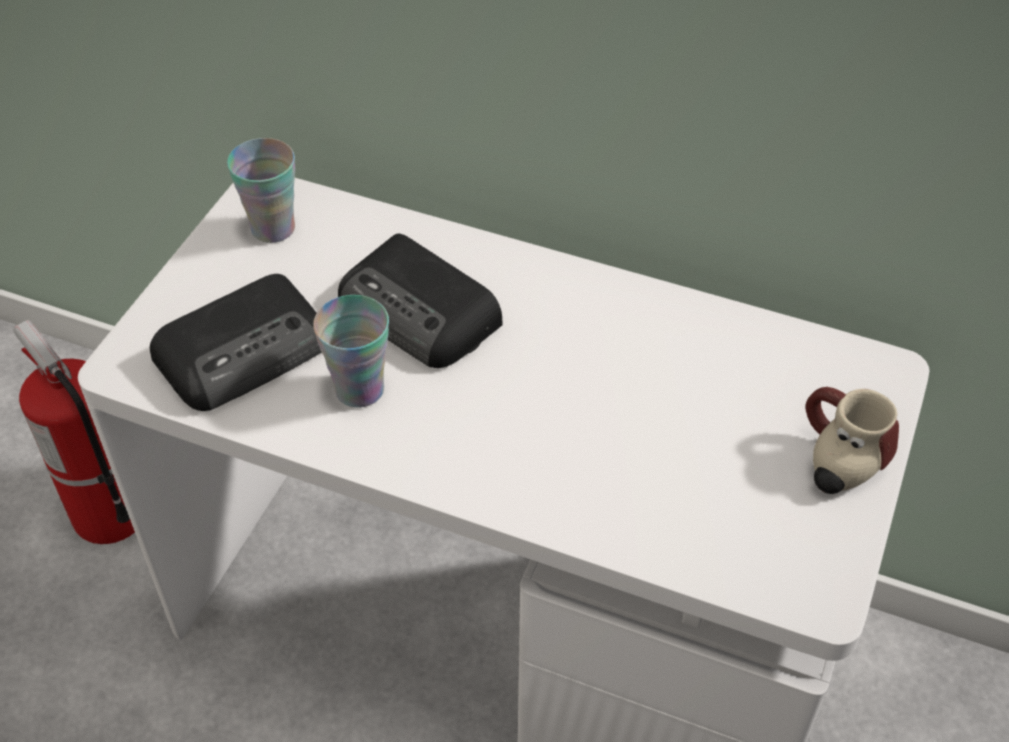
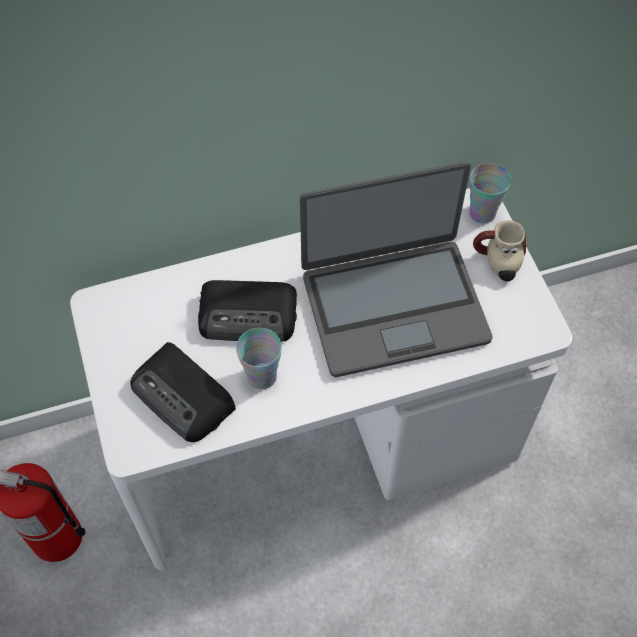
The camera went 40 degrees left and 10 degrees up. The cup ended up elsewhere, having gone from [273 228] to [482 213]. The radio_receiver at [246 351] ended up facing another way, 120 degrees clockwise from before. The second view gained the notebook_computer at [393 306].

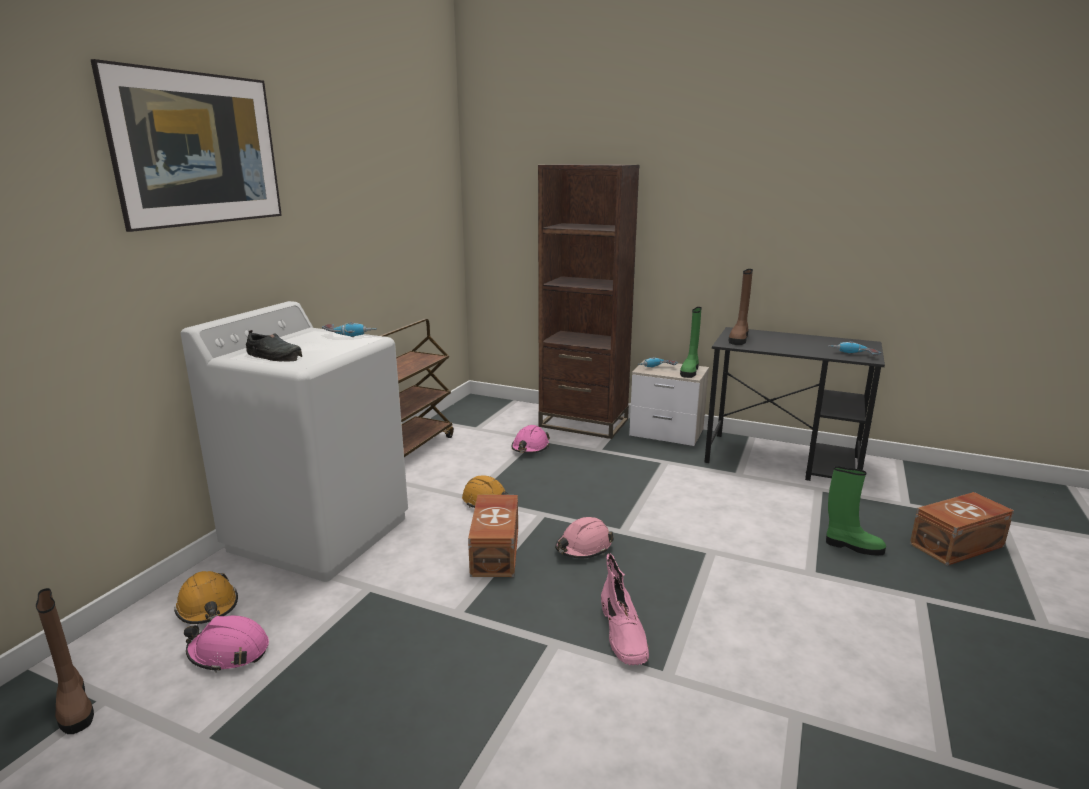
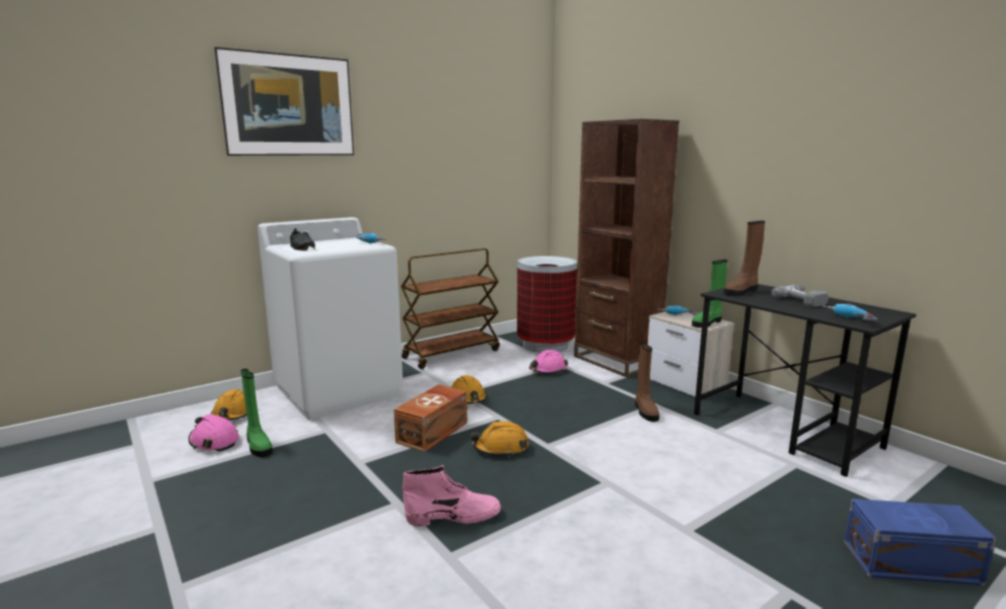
The camera went 30 degrees right and 5 degrees down. The green_boot ended up elsewhere, having gone from [852 546] to [258 446]. What was the brownish_storage_container at [958 545] turned into the blue_storage_container at [913 563]. What was the pink-coloured_work_helmet at [583 547] turned into the orange_work_helmet at [500 448]. The pink-coloured_boot at [623 634] ended up facing another way, 120 degrees counterclockwise from before. The brownish_boot ended up elsewhere, having gone from [74 706] to [645 411]. The second view gained the trash_can at [545 345]. The second view gained the power_drill at [804 300].

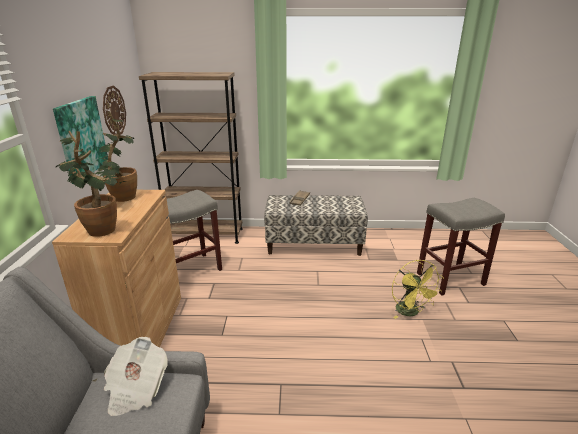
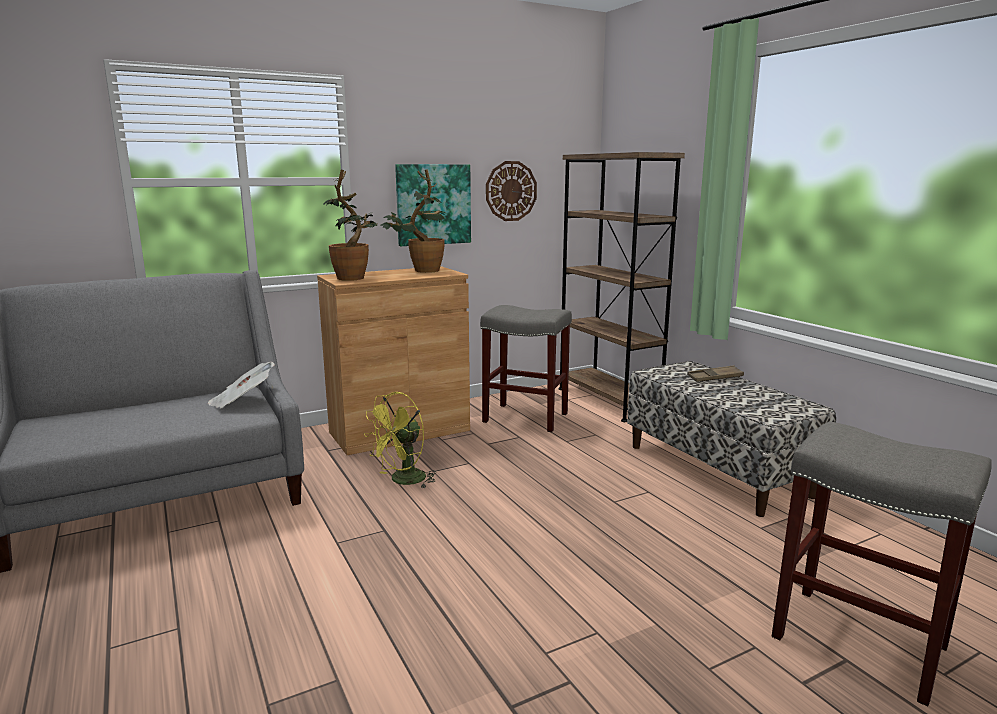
The camera went 60 degrees right and 10 degrees down. The yellow-coloured_cooling_fan ended up elsewhere, having gone from [411 312] to [403 481].

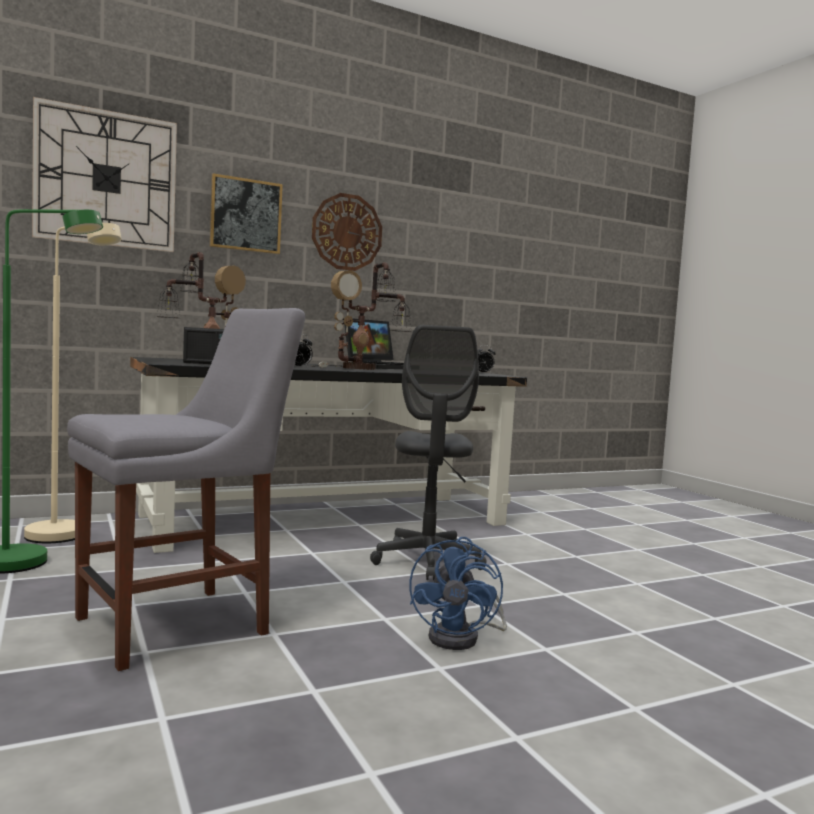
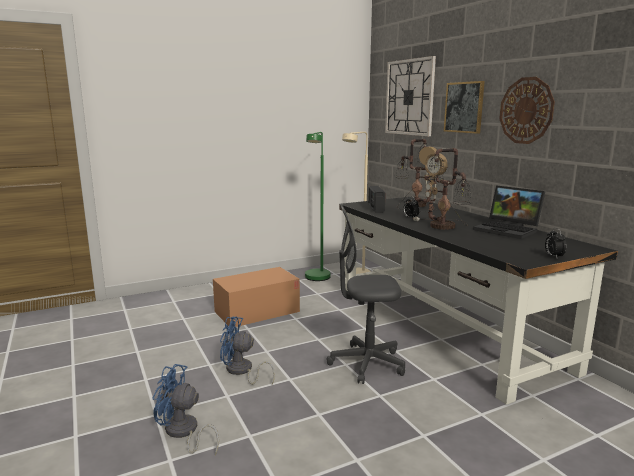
The camera went 90 degrees right and 10 degrees up. Where the grey_plain_chair stood at [182 624], the carton came to stand at [257 311]. The second view gained the blue_cooling_fan at [183 433].

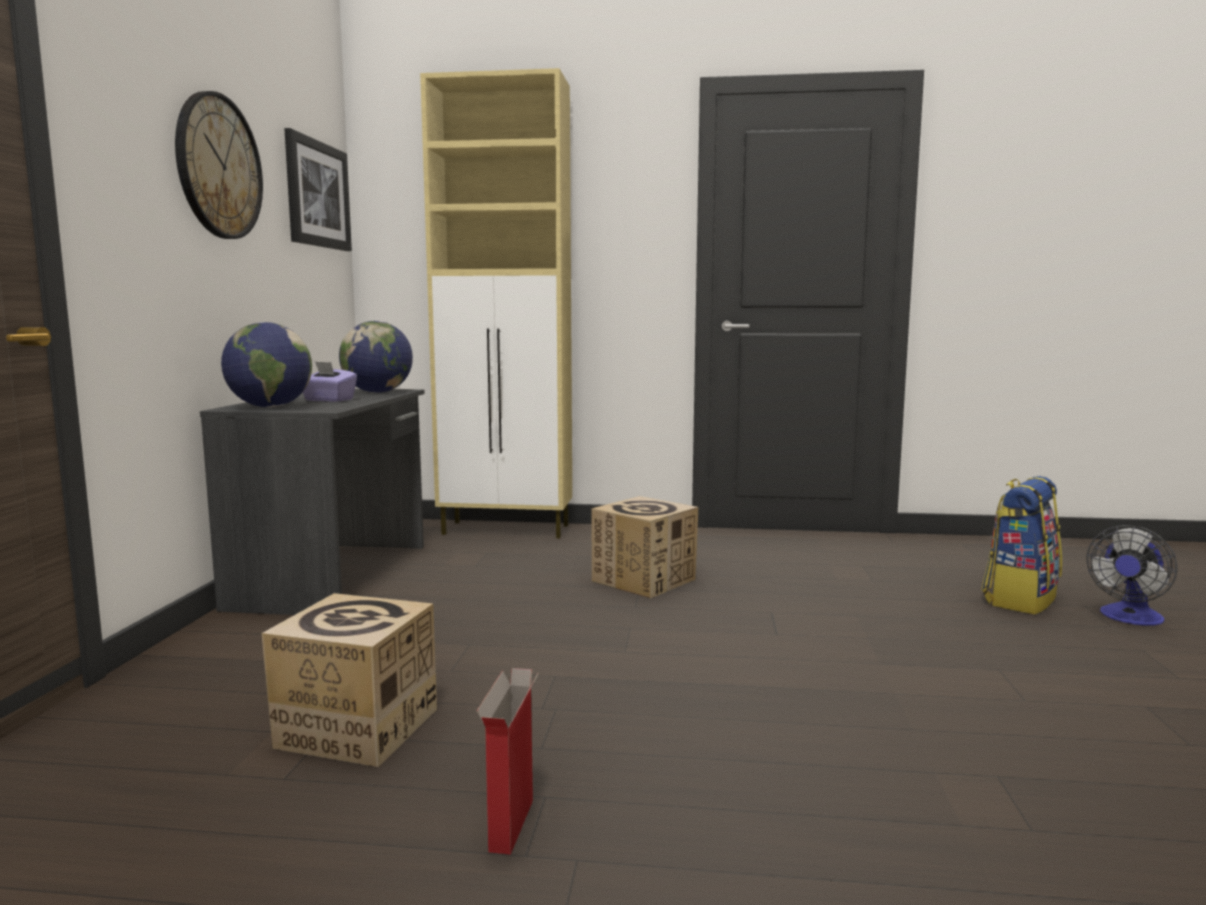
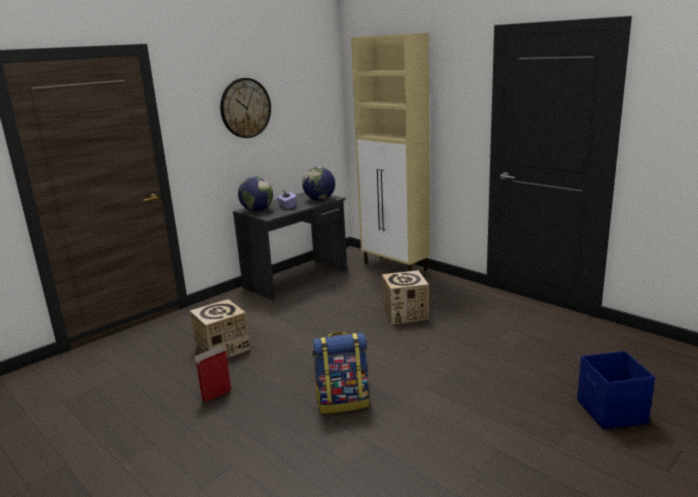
The camera went 40 degrees right and 10 degrees up. The second view lost the wall_picture at [317 194]. The rucksack ended up elsewhere, having gone from [1019 599] to [343 402]. Where the cooling_fan stood at [1129 618], the blue_storage_container came to stand at [611 412].

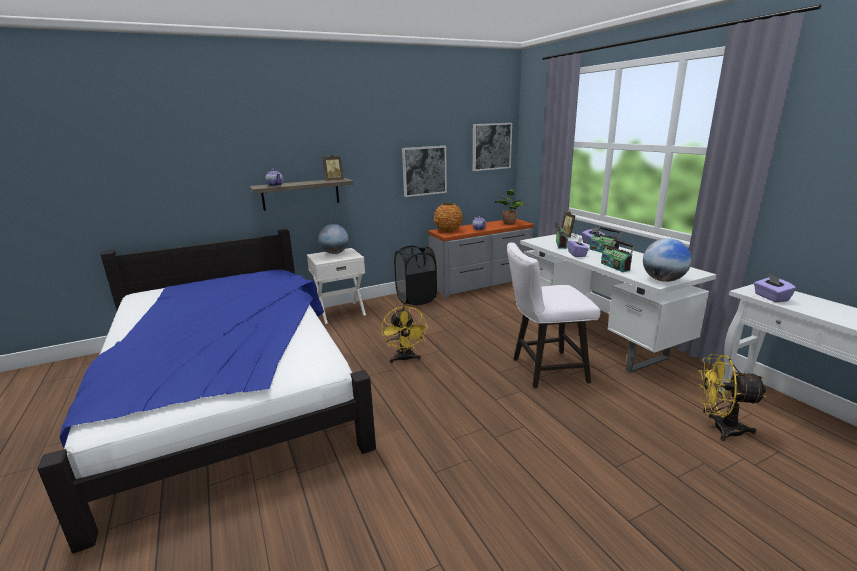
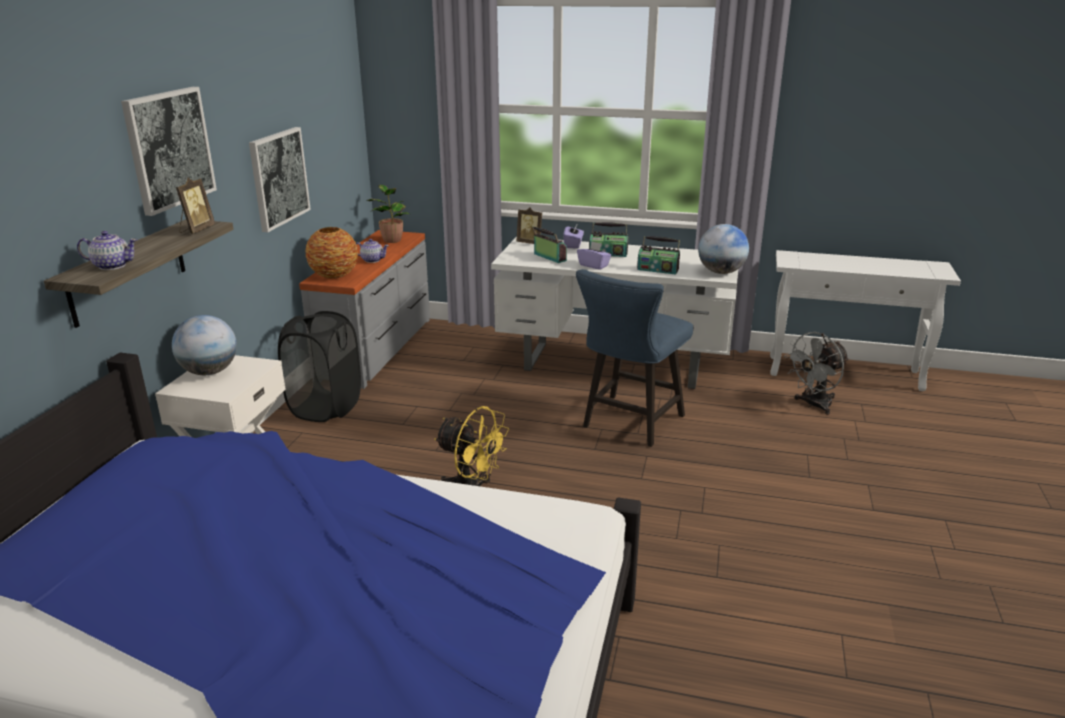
The camera went 50 degrees left and 5 degrees up. The wall_picture ended up elsewhere, having gone from [491 146] to [169 149]. What was the white-coloured_plain_chair at [544 370] turned into the blue_plain_chair at [629 424]. The second view lost the purple_box_of_tissues at [771 297]. What was the yellow-coloured_cooling_fan at [720 428] turned into the grey_cooling_fan at [813 405].

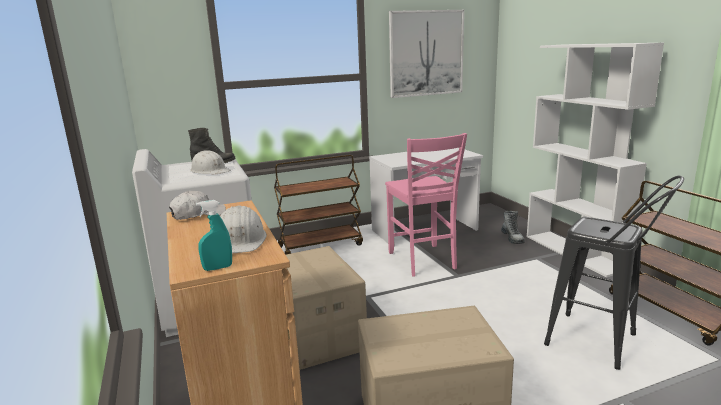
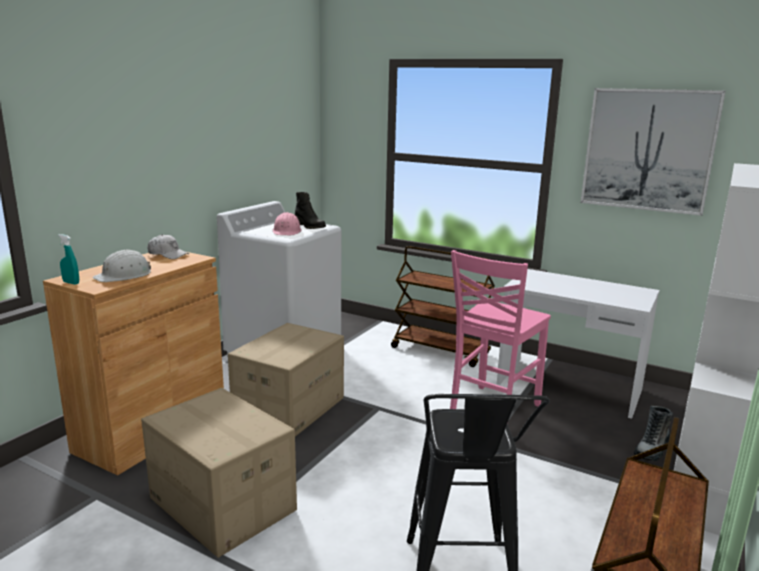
The camera went 50 degrees right and 0 degrees up. What was the white-coloured_work_helmet at [210 171] turned into the pink-coloured_work_helmet at [287 231].

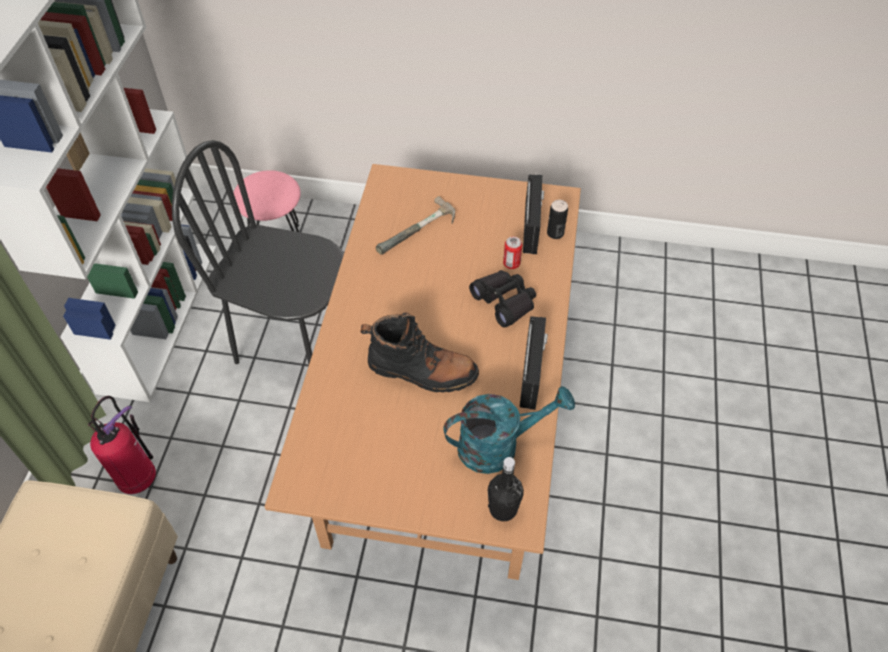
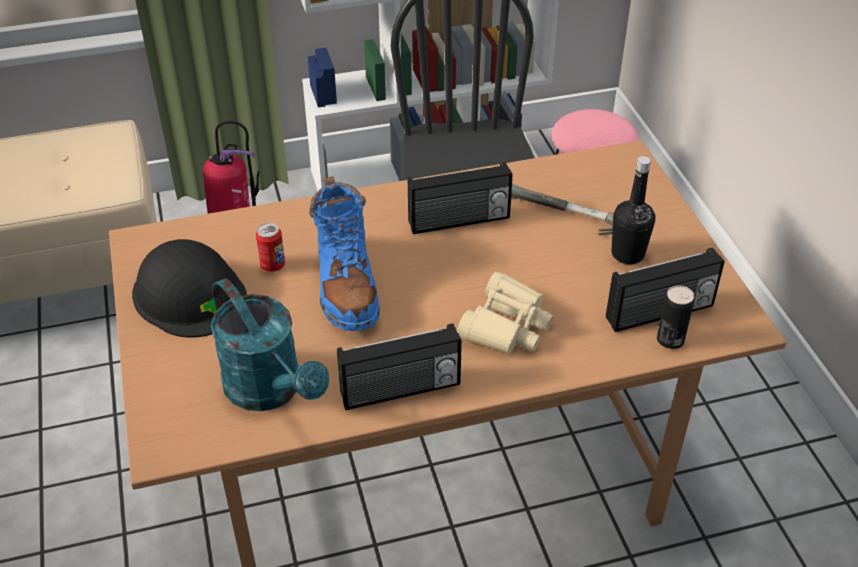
The camera went 65 degrees right and 10 degrees down. The metal_can ended up elsewhere, having gone from [511 264] to [272 265]. What was the black_field_glasses at [505 301] turned into the beige_field_glasses at [506 326]. What was the black_boot at [422 371] turned into the blue_boot at [346 286]. The black_drink_bottle ended up elsewhere, having gone from [503 508] to [627 254]. The second view gained the radio_receiver at [459 221]. The second view gained the black_work_helmet at [189 294].

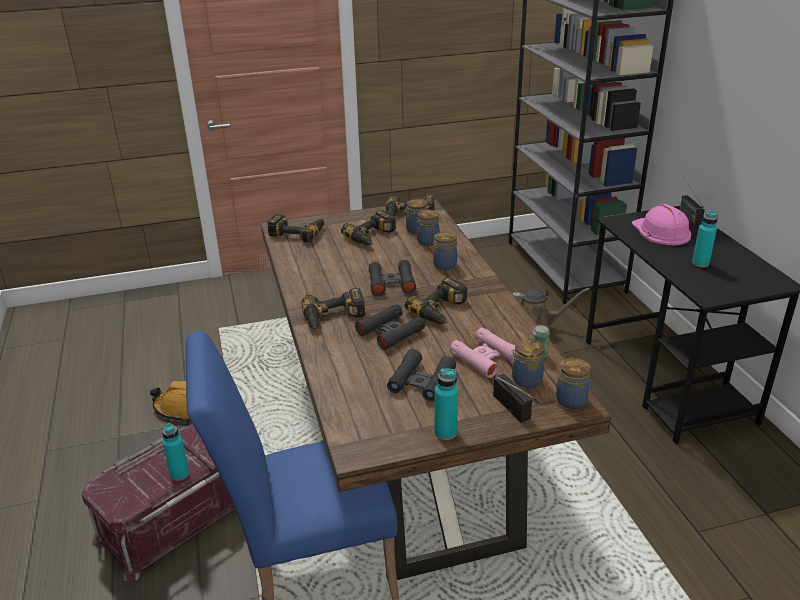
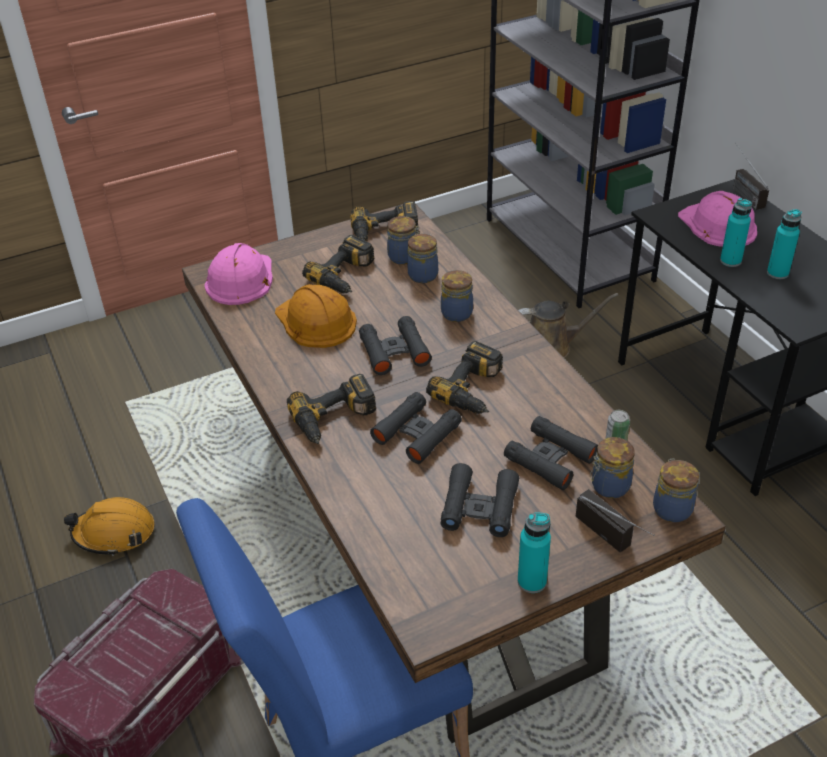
The camera went 10 degrees left and 10 degrees up. Where the power_drill stood at [298 232], the pink-coloured_work_helmet came to stand at [240 279]. What was the pink-coloured_field_glasses at [485 358] turned into the black_field_glasses at [550 458]. The turquoise-coloured_drink_bottle ended up elsewhere, having gone from [179 474] to [730 261]. The second view gained the orange_work_helmet at [315 321].

